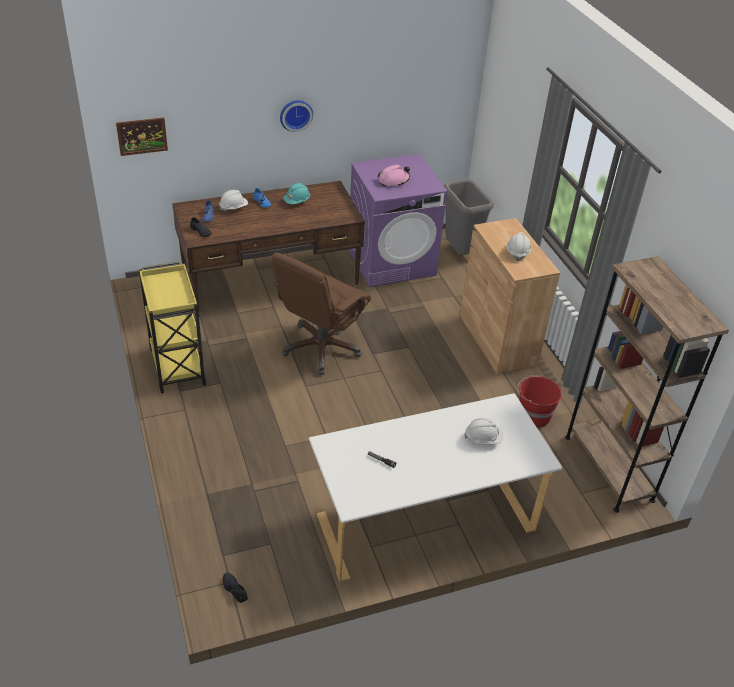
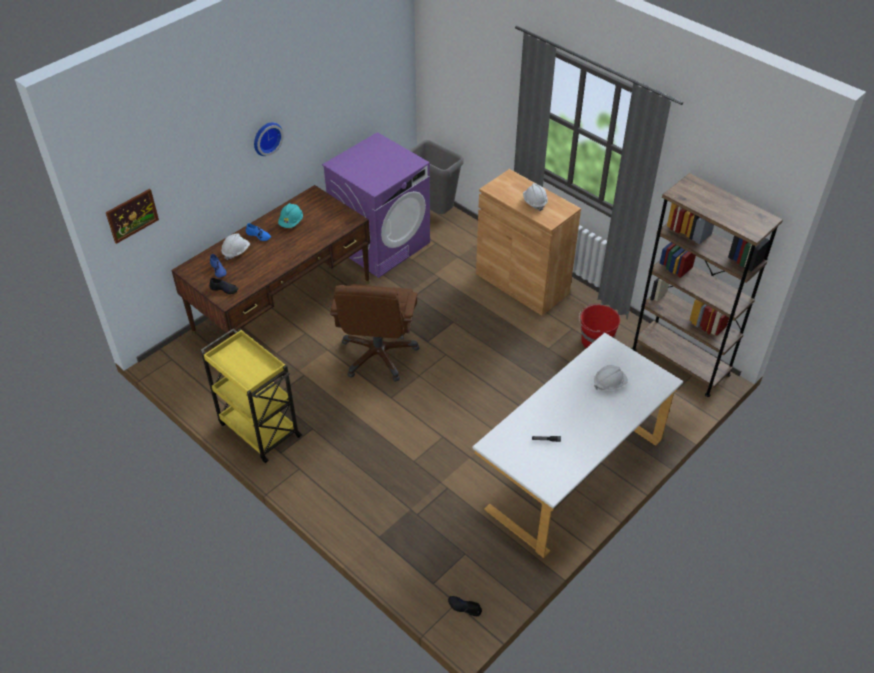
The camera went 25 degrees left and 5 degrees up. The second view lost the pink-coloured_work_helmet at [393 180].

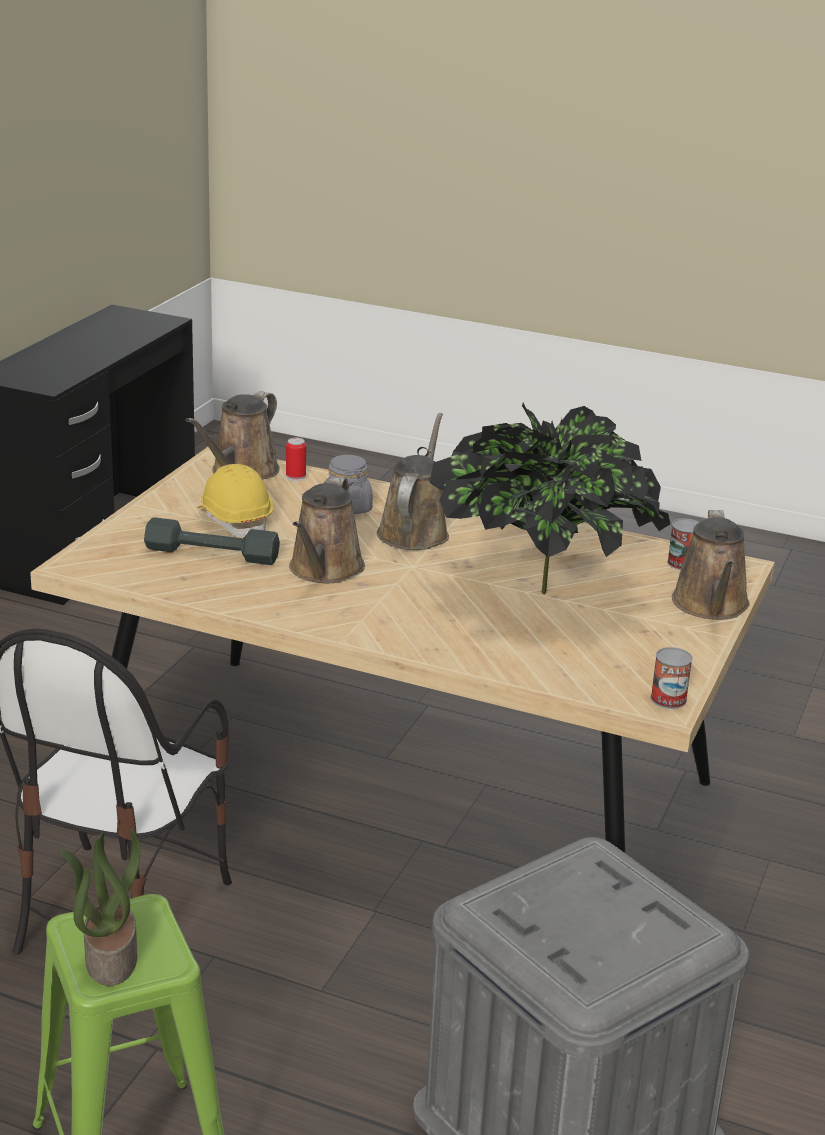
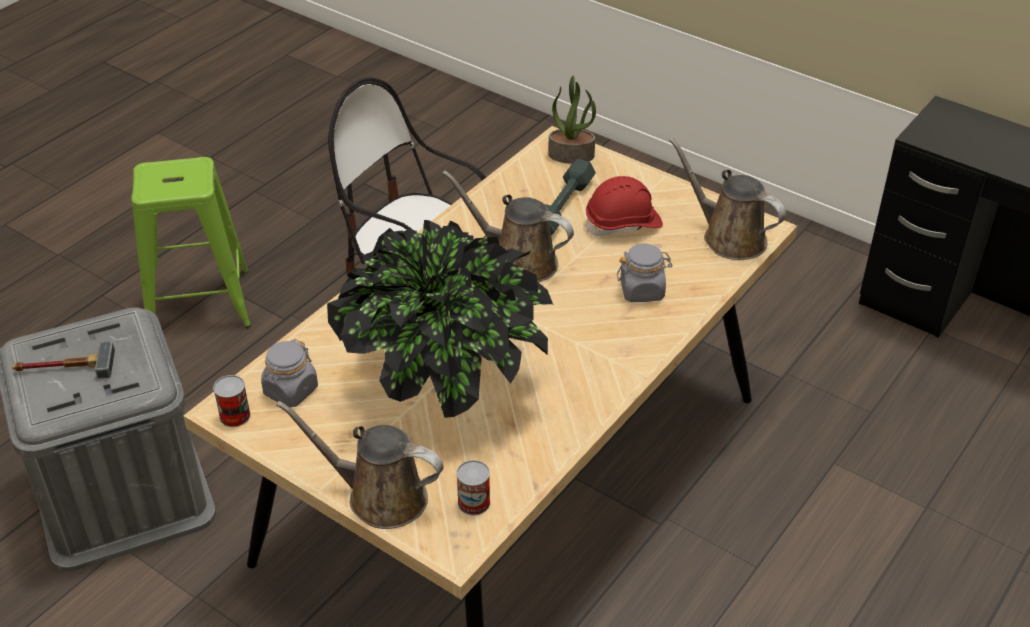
The camera went 105 degrees right and 15 degrees up. The second view lost the brownish_watering_pot at [414 531]. The second view lost the metal_can at [295 477]. What was the yellow-coloured_work_helmet at [235 521] turned into the reddish_work_helmet at [623 224]. The houseplant ended up elsewhere, having gone from [110 958] to [572 155]. The second view gained the grey_storage_jar at [290 391]. The second view gained the hand_hammer at [63 368].

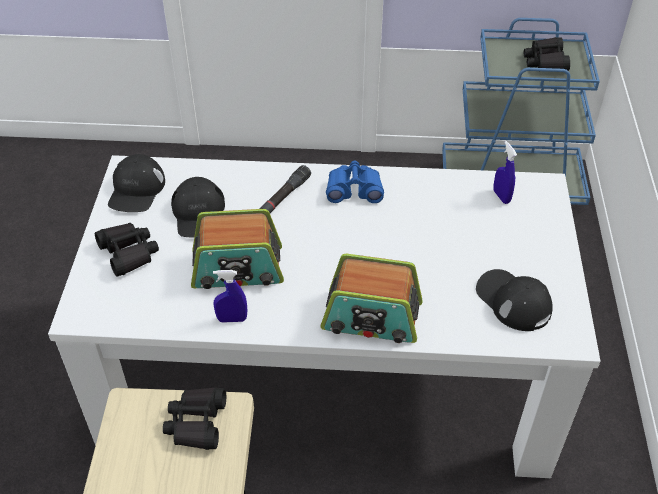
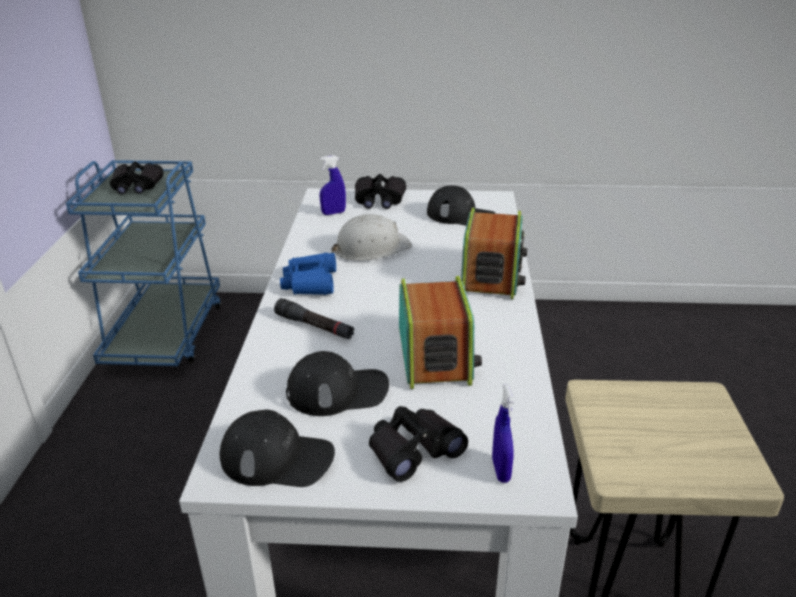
The camera went 90 degrees left and 15 degrees down. The black_cap at [513 301] ended up facing another way, 120 degrees counterclockwise from before. The blue_sprayer ended up elsewhere, having gone from [232 319] to [500 470]. The black_field_glasses ended up elsewhere, having gone from [196 423] to [379 200]. The second view gained the white-coloured_work_helmet at [371 248].

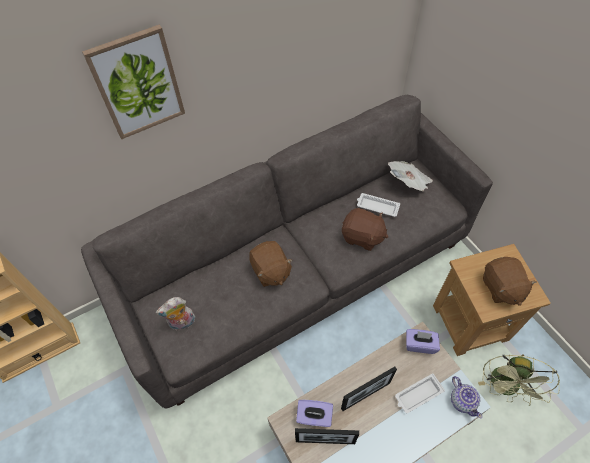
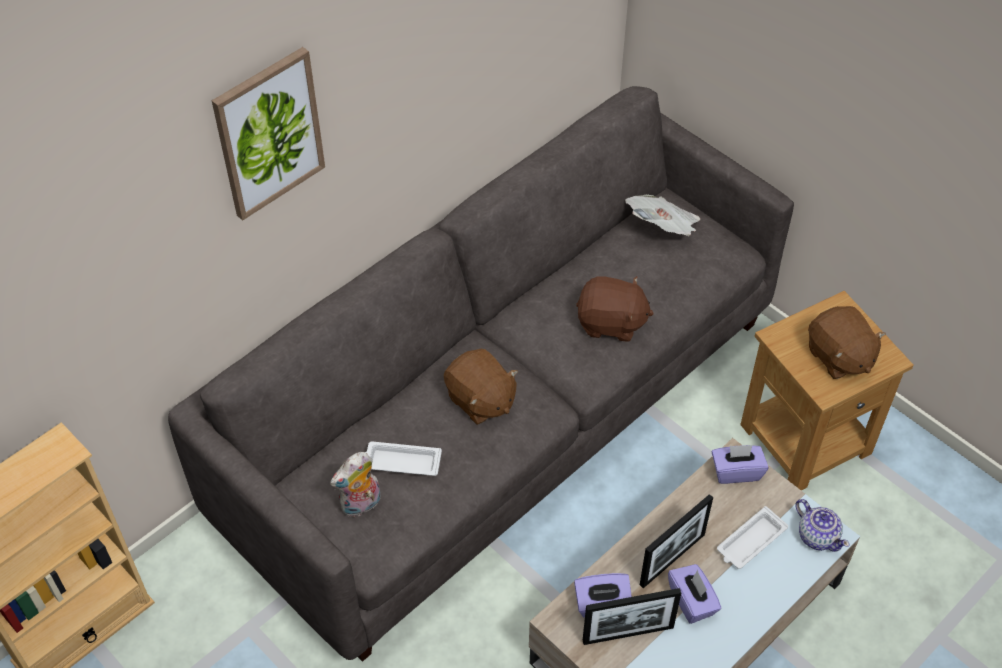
The camera went 15 degrees left and 5 degrees down. The white-coloured_tray ended up elsewhere, having gone from [377 206] to [401 462]. The second view lost the green_cooling_fan at [505 388]. The second view gained the purple_box_of_tissues at [692 601].

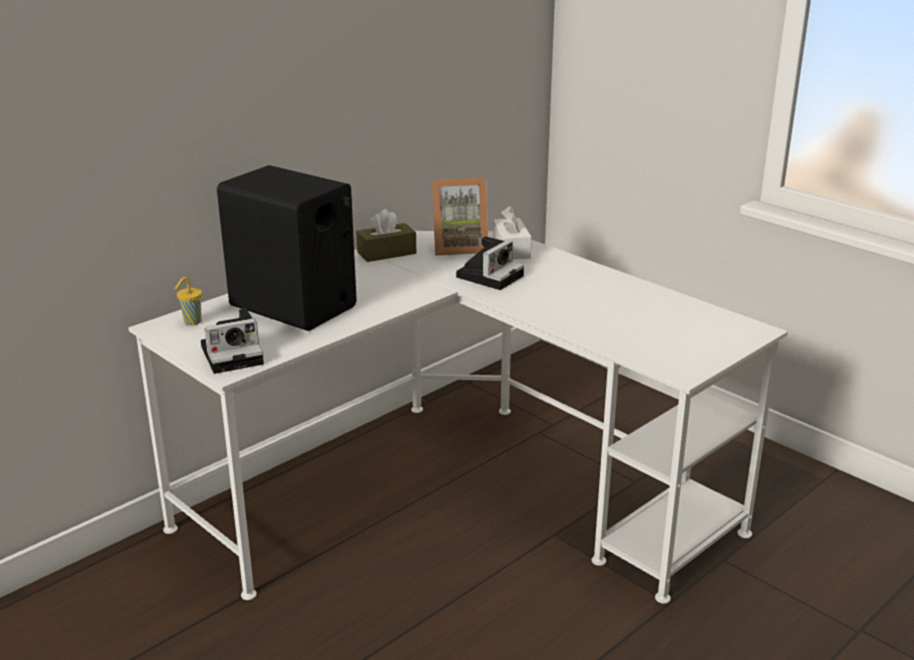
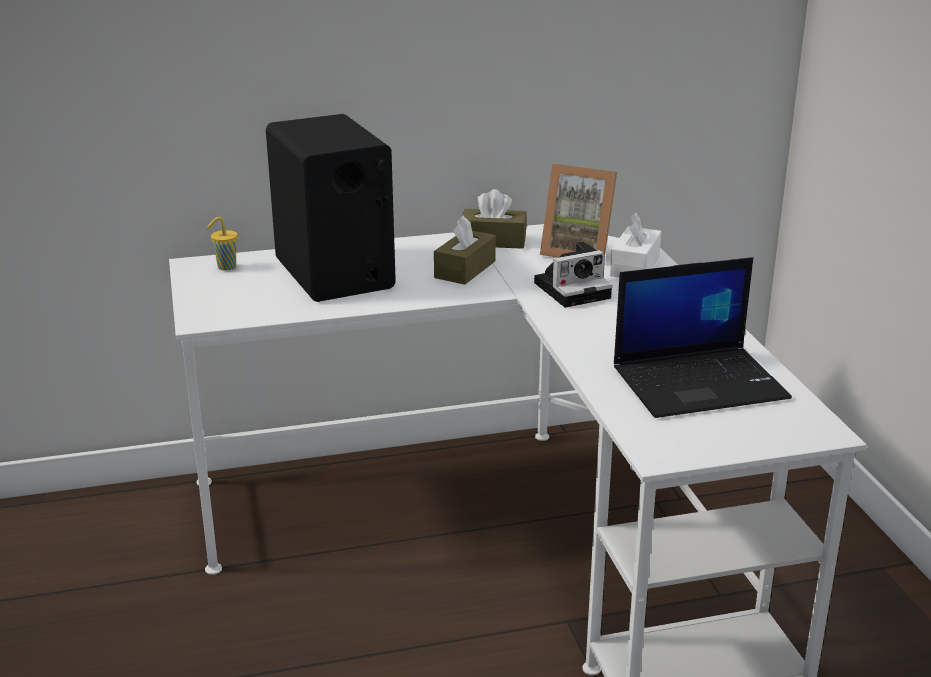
The camera went 30 degrees right and 0 degrees up. The second view lost the photo_camera at [234 354]. The second view gained the brownish_box_of_tissues at [465 269]. The second view gained the notebook_computer at [700 382].

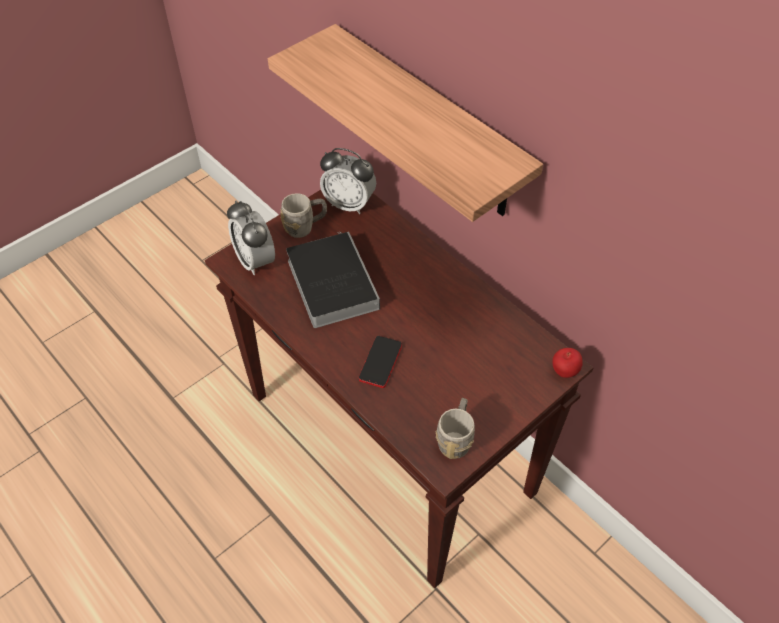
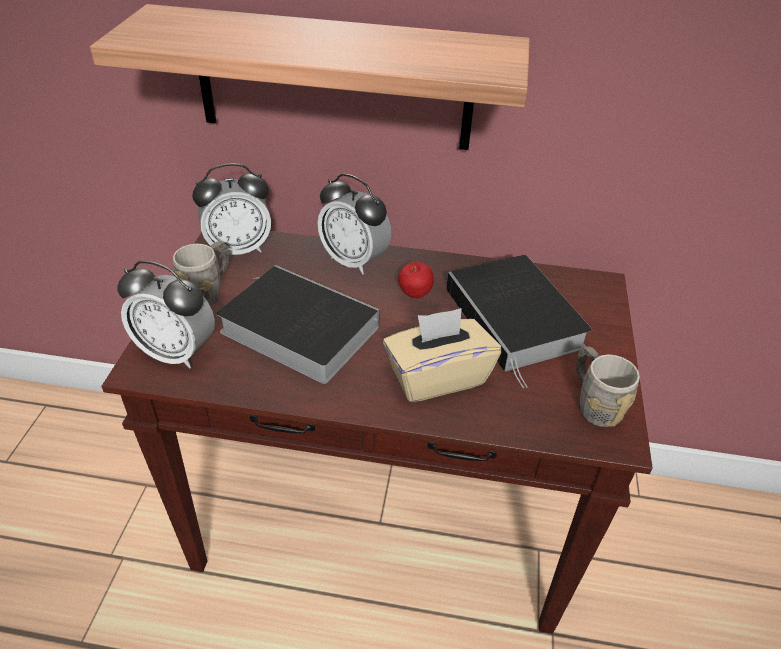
The camera went 40 degrees left and 10 degrees down. Where the handset stood at [380 362], the beige_box_of_tissues came to stand at [437 376]. The apple_fruit ended up elsewhere, having gone from [564 371] to [414 295]. The second view gained the bedside_clock at [354 261]. The second view gained the volume at [517 320].

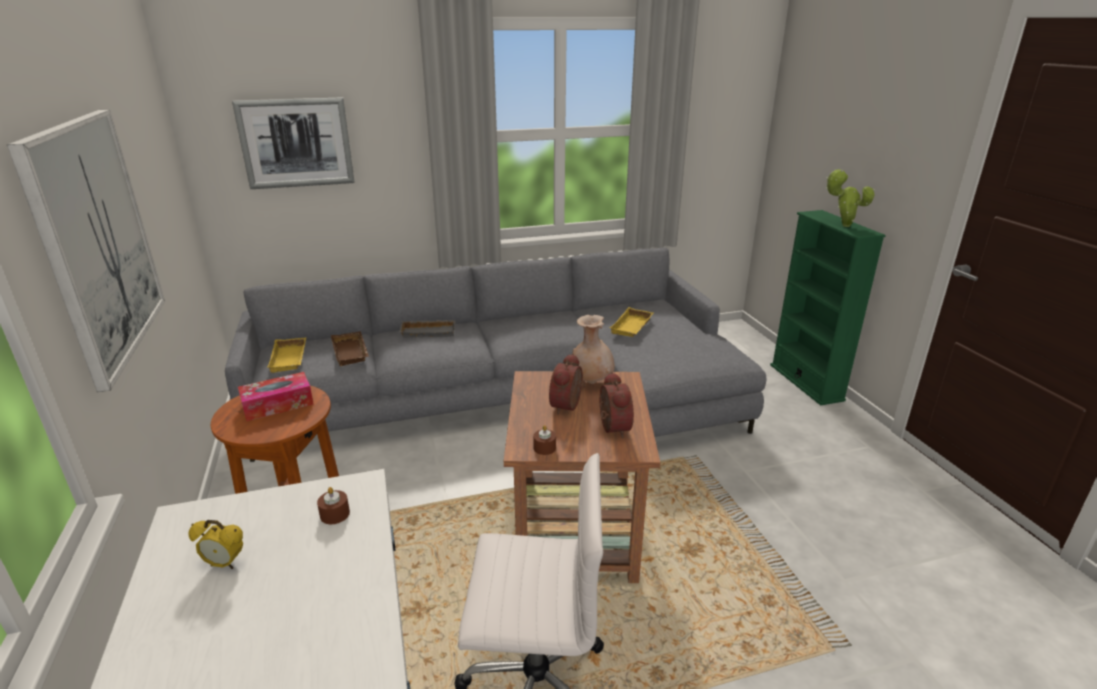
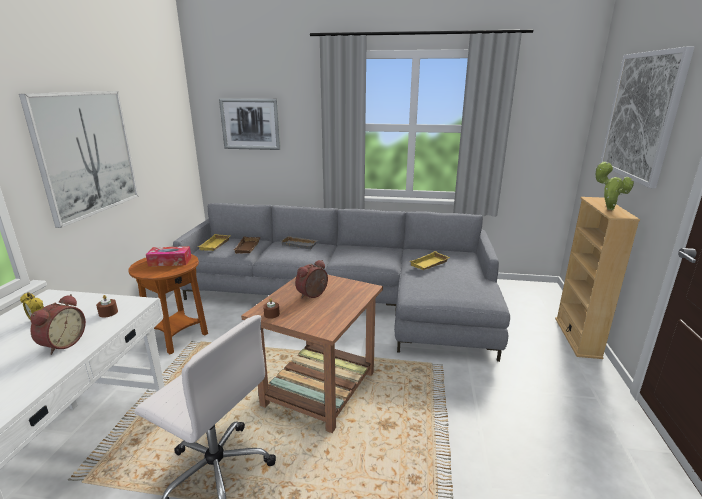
The camera went 25 degrees right and 5 degrees down. What was the green_shelving_unit at [806 382] turned into the beige_shelving_unit at [577 337]. The second view lost the beige_flower_vase at [591 382]. The bedside_clock ended up elsewhere, having gone from [611 428] to [62 343]. The second view gained the wall_picture at [641 116].

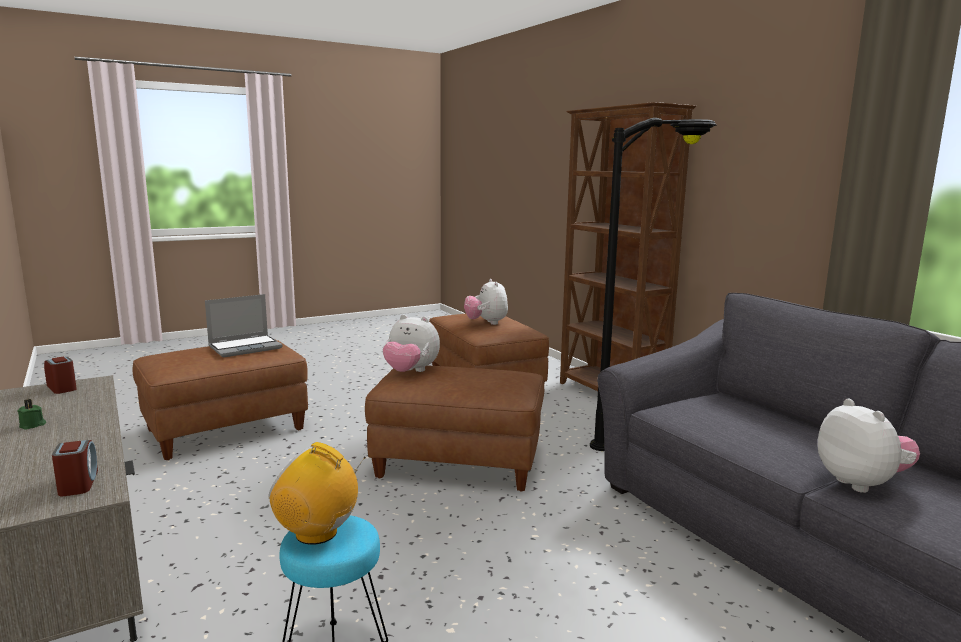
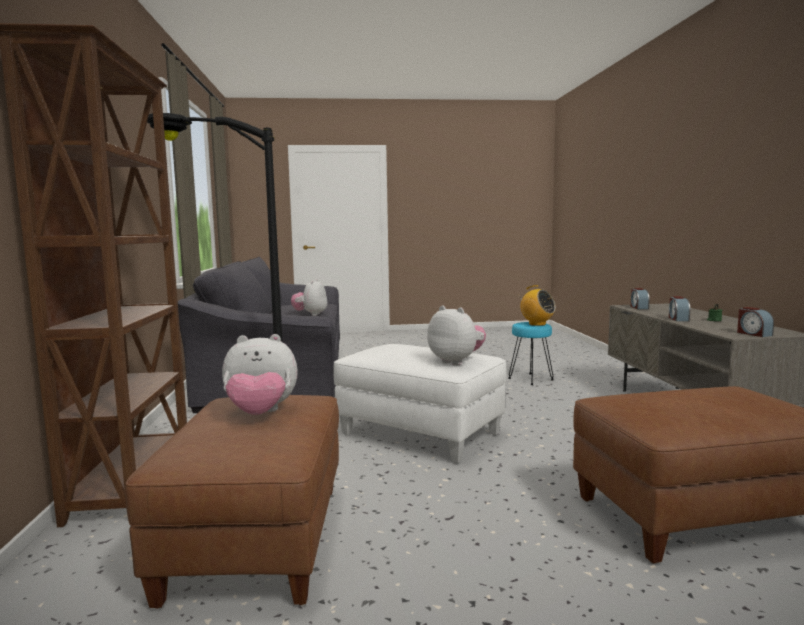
The camera went 155 degrees left and 5 degrees down. The cuddly_toy at [486 323] ended up facing another way, 75 degrees clockwise from before. The second view lost the notebook_computer at [246 347]. What was the brownish_footrest at [459 463] turned into the white-coloured_footrest at [418 434]. The second view gained the bedside_clock at [678 319].

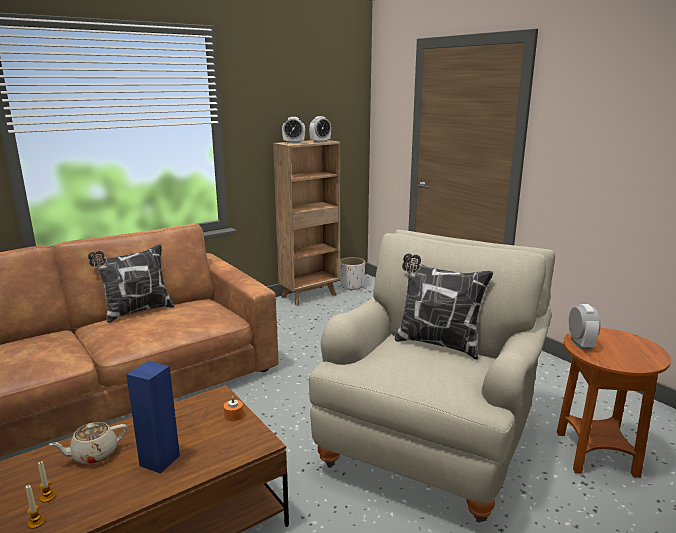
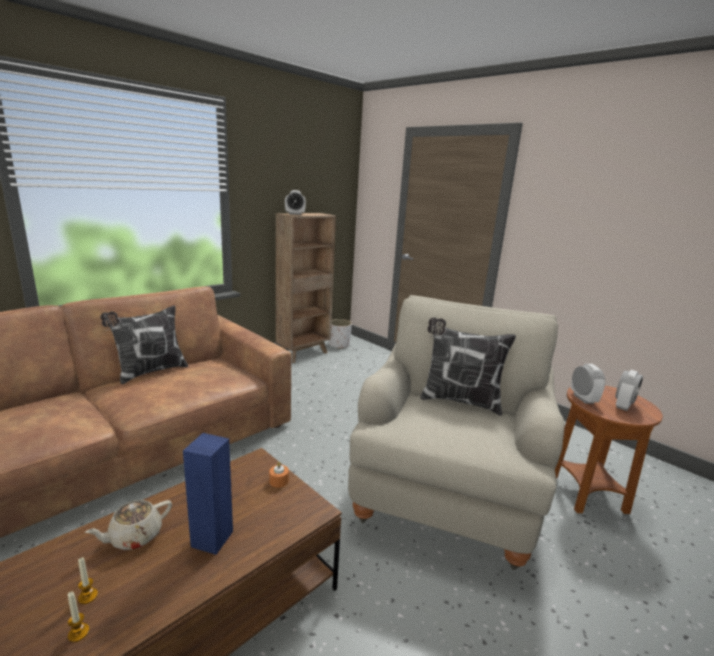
The camera went 10 degrees left and 0 degrees up. The bedside_clock ended up elsewhere, having gone from [320 142] to [623 405].

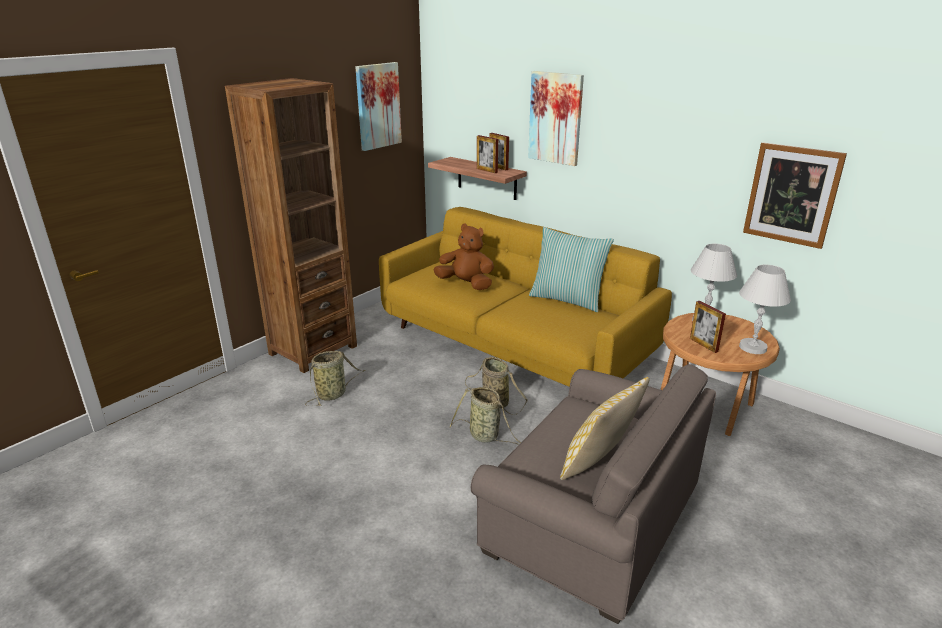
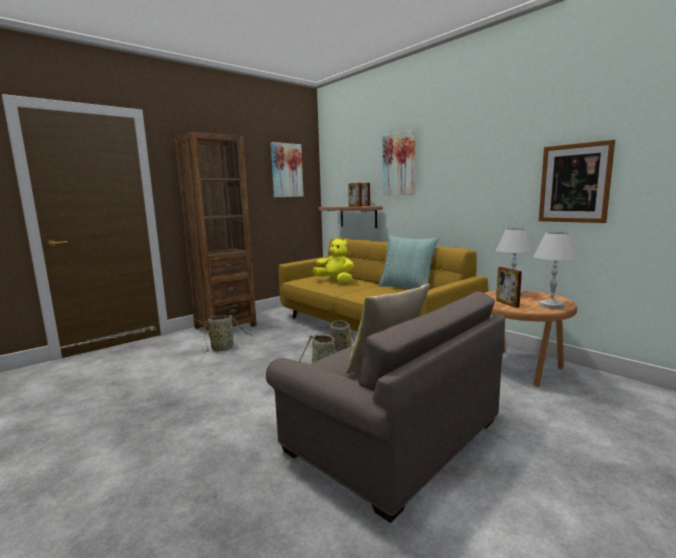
The camera went 10 degrees right and 15 degrees down. What was the brownish_cuddly_toy at [466 284] turned into the yellow-coloured_cuddly_toy at [335 281].

